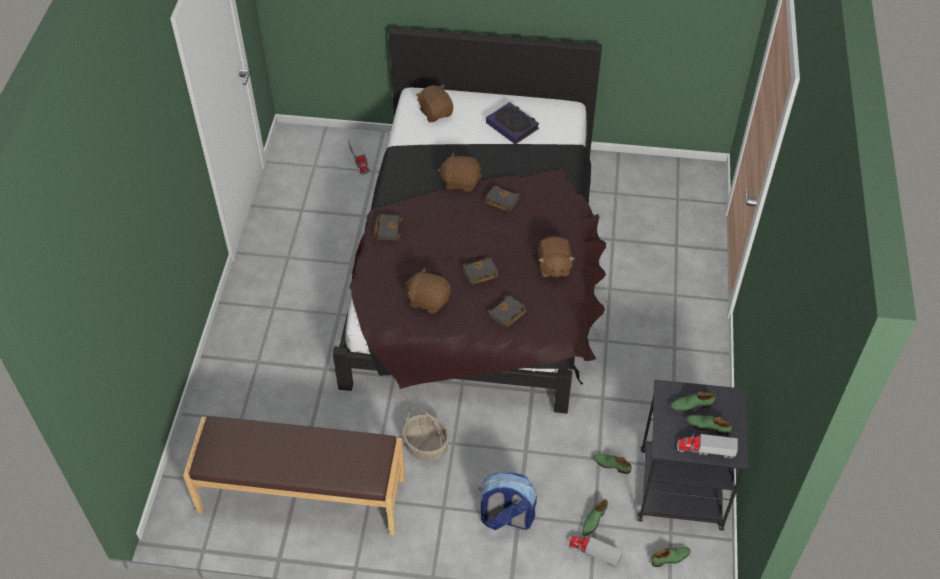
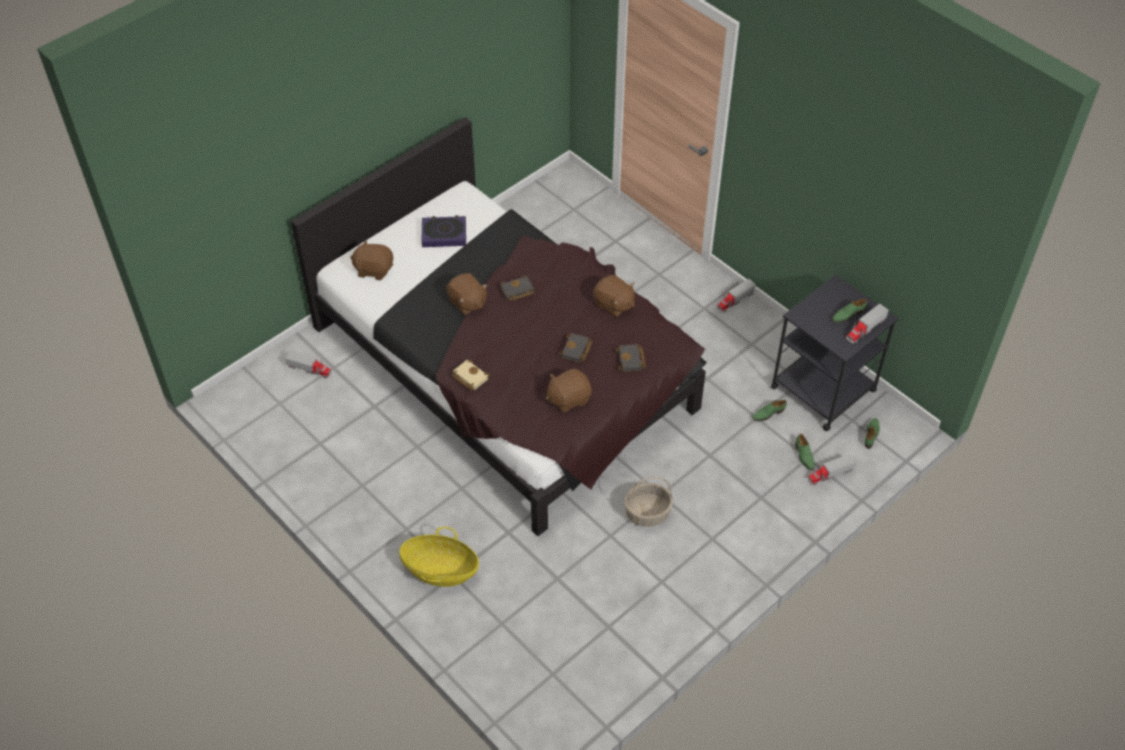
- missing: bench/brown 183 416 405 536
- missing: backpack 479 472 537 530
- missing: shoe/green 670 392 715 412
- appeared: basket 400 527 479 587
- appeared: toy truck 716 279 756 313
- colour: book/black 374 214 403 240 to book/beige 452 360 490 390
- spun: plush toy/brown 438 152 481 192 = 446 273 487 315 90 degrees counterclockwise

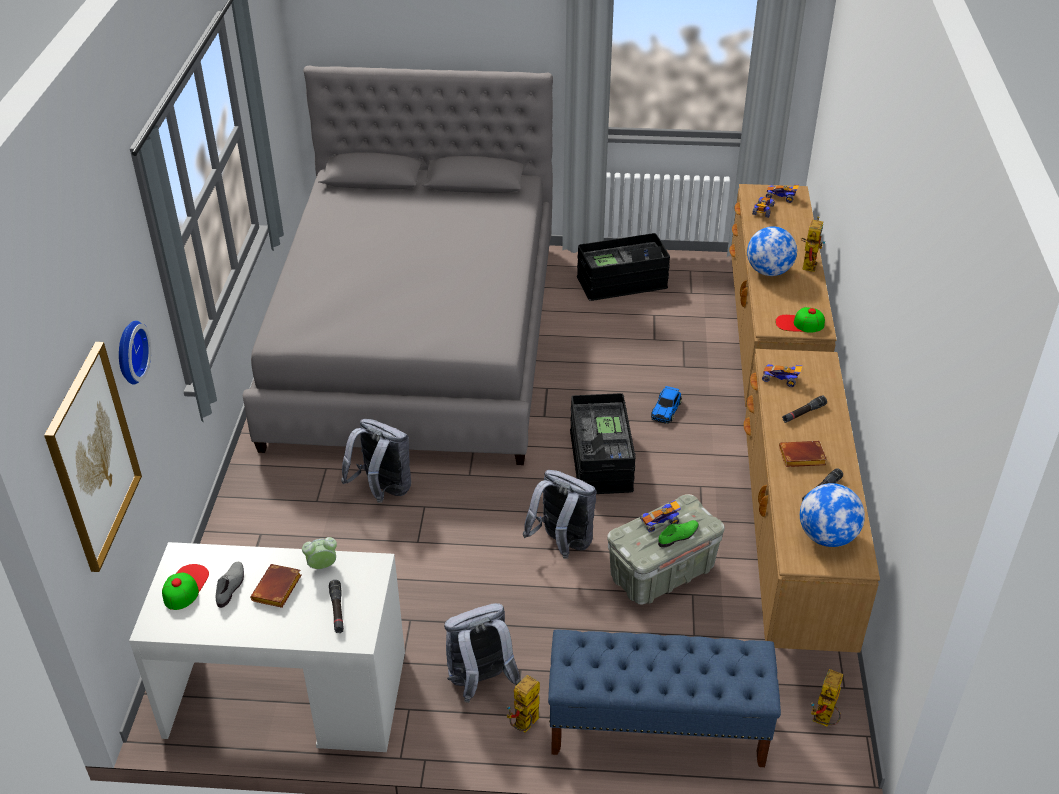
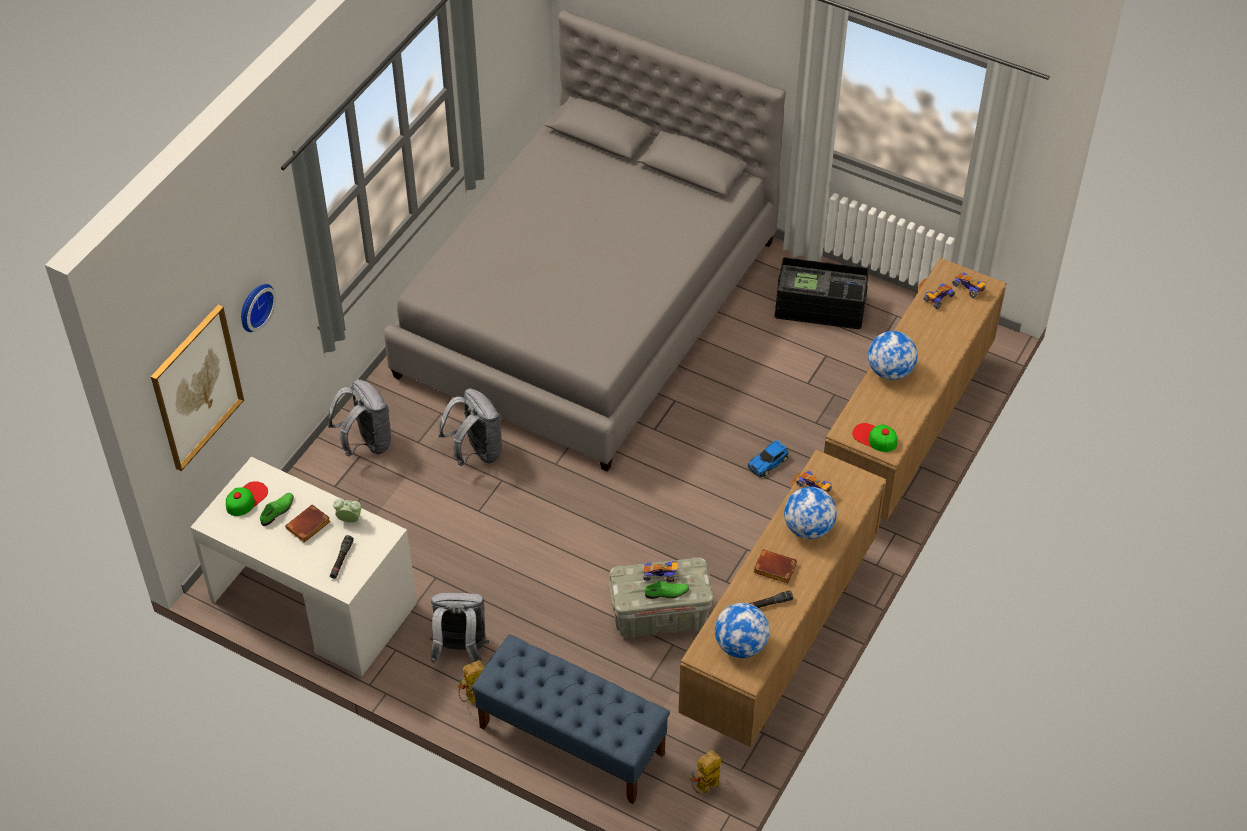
- missing: storage box/black 570 393 636 494
- missing: toy robot 801 216 825 272
- relocated: backpack/grey 523 470 597 559 to 328 379 392 457
- exchanged: flashlight/black 782 395 827 423 to globe 784 487 837 539
- colour: shoe/grey 216 562 244 608 to shoe/green 260 493 294 526

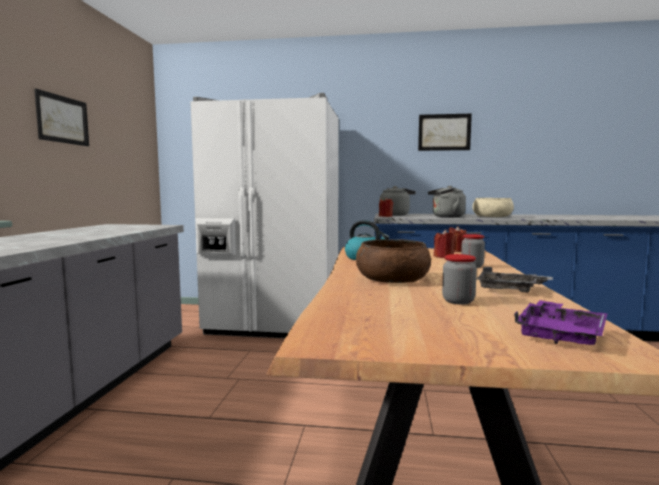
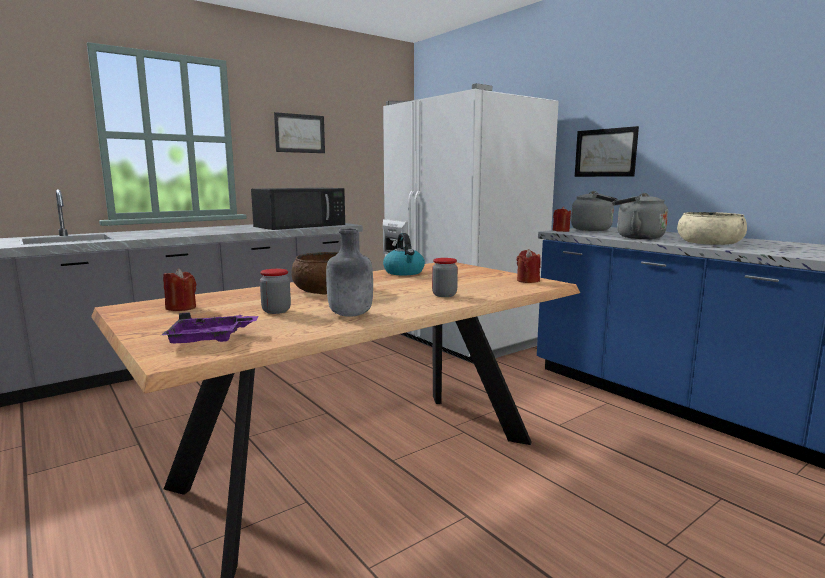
- appeared: microwave/black 251 188 345 230
- relocated: picture 418 114 472 151 to 575 126 639 177
- relocated: candle/red 434 230 455 258 to 163 268 196 311
- exchanged: tray/grey 476 267 553 293 to bottle/grey 326 228 373 317

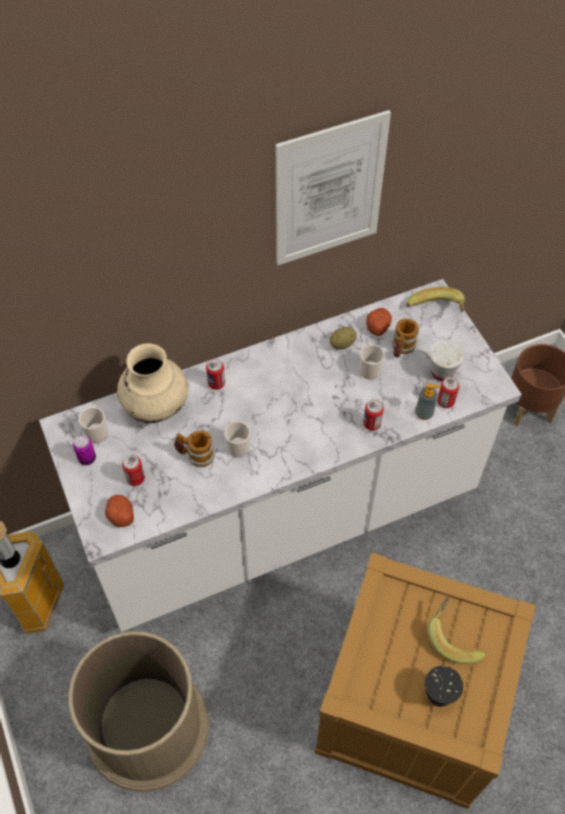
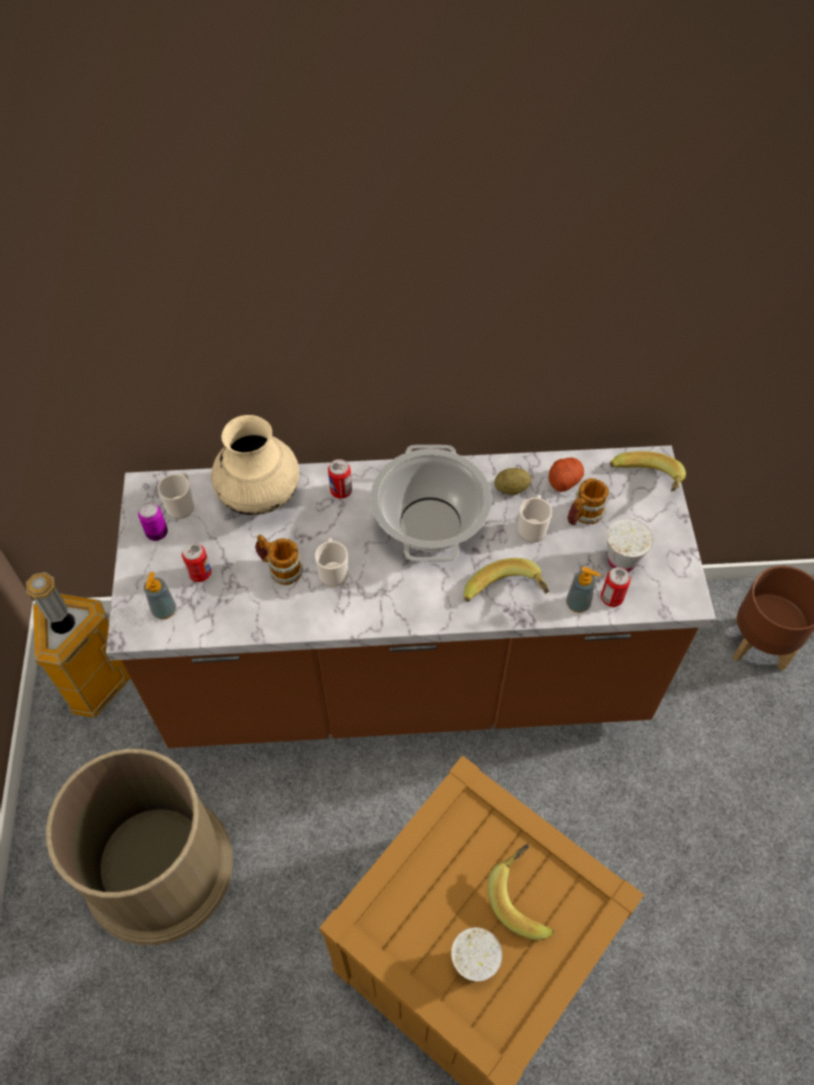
- missing: picture 276 110 391 265
- appeared: cooking pot 370 445 492 562
- exchanged: potato 105 495 134 527 to soap dispenser 144 572 176 619
- exchanged: can 363 400 384 431 to banana 464 558 549 602
- colour: counter/white 39 279 522 632 to counter/brown 106 445 716 748
- colour: cup/black 425 666 463 707 to cup/white 451 927 502 981

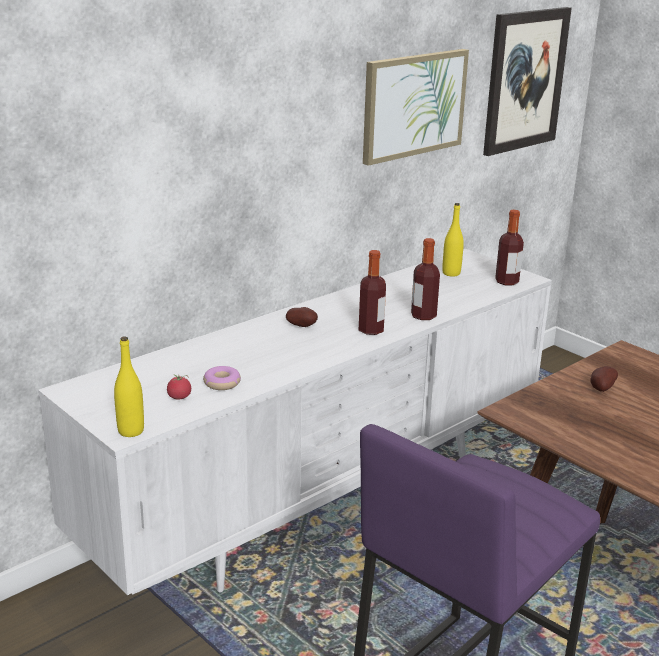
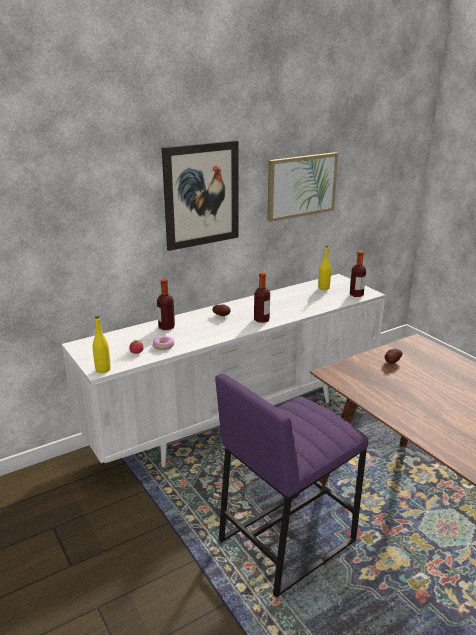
- relocated: bottle 411 238 440 320 to 157 279 175 330
- relocated: picture 483 7 572 156 to 162 140 239 251

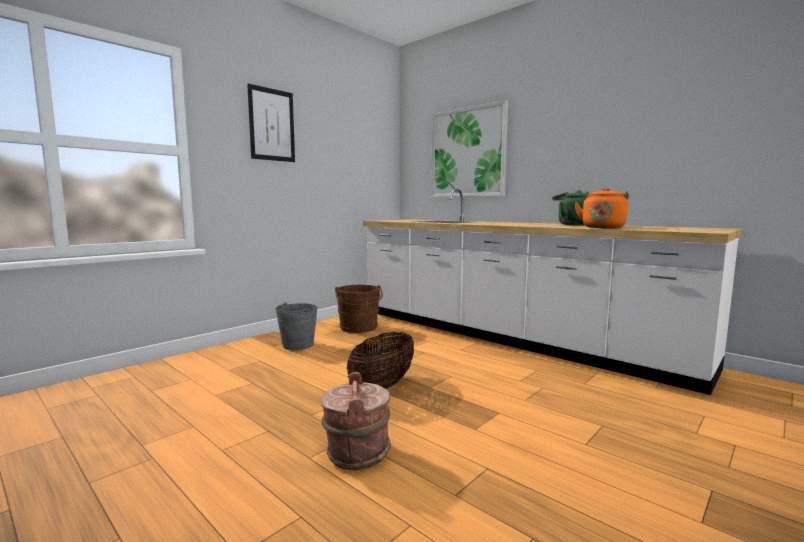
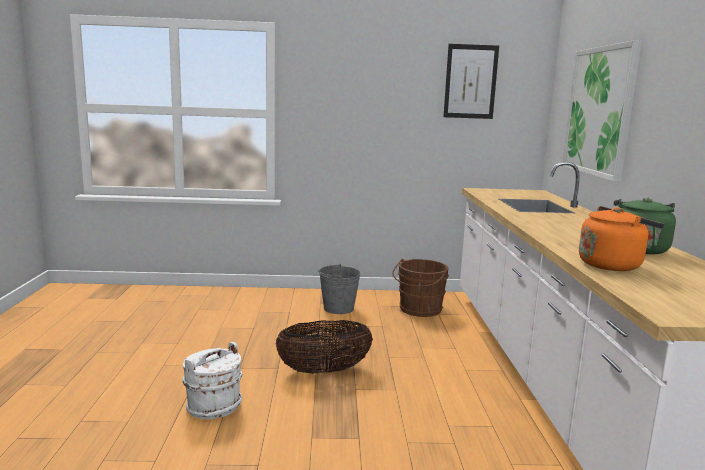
- relocated: picture 247 84 295 162 to 443 44 499 119
- colour: bucket/brown 322 372 391 470 to bucket/white 182 342 242 419

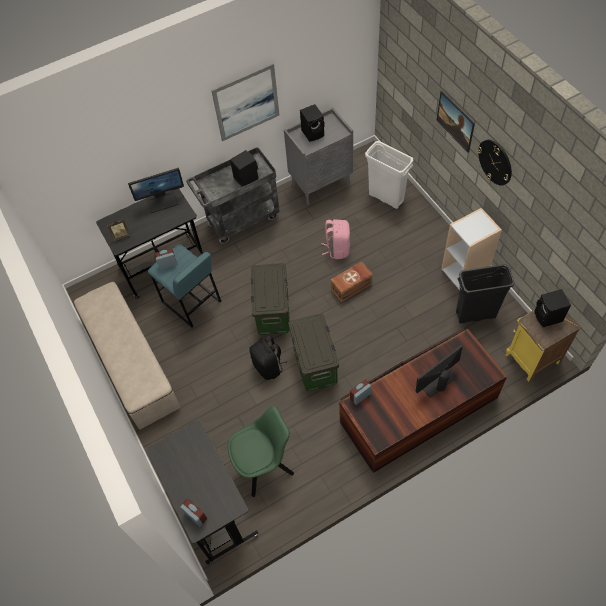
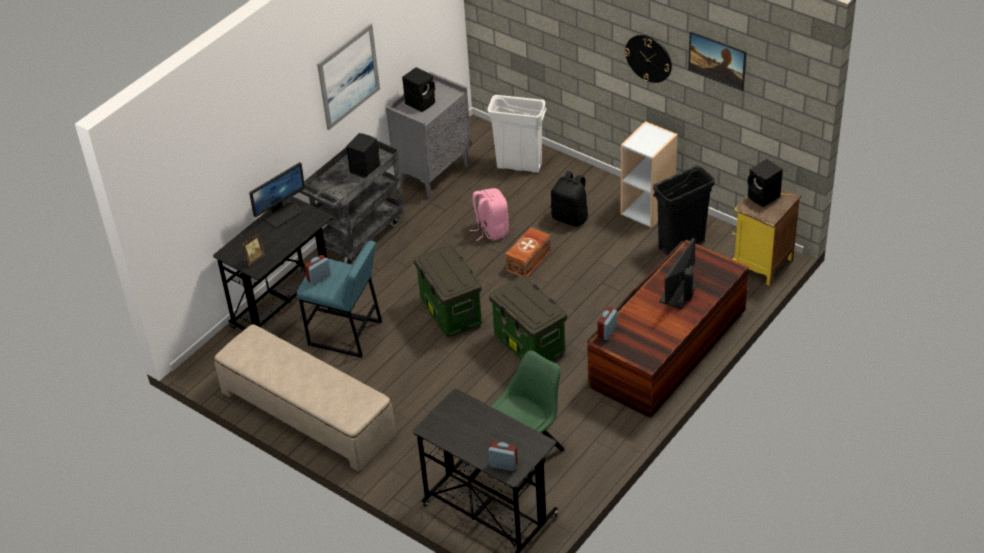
- relocated: backpack/black 249 335 287 380 to 551 171 588 227
- relocated: picture 436 91 475 152 to 688 31 746 91

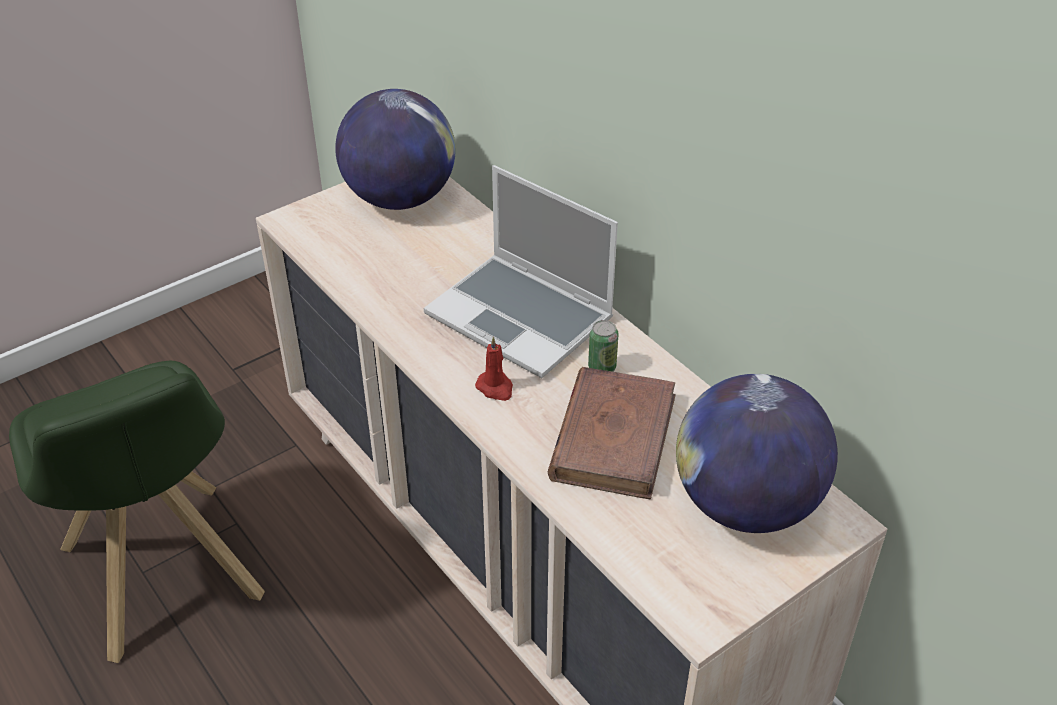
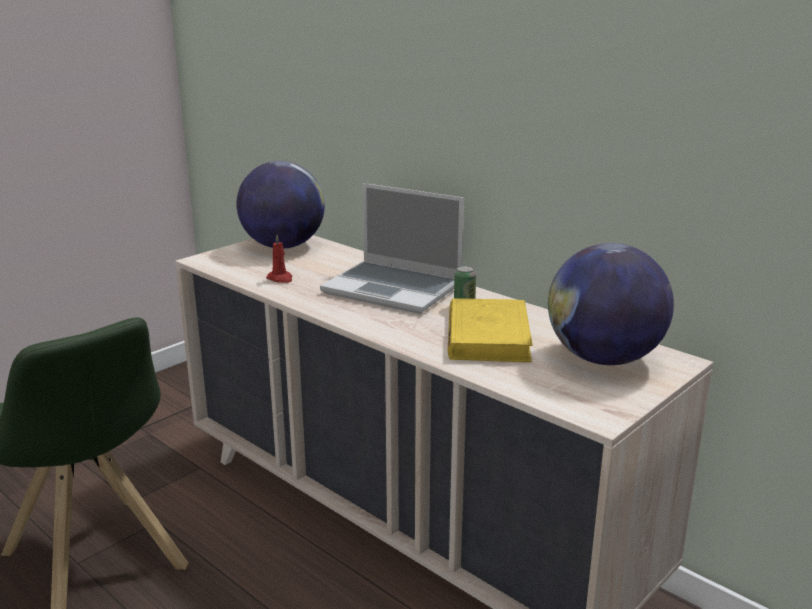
- relocated: candle/red 475 336 513 401 to 266 235 292 283
- colour: book/brown 548 367 676 500 to book/yellow 448 298 533 362

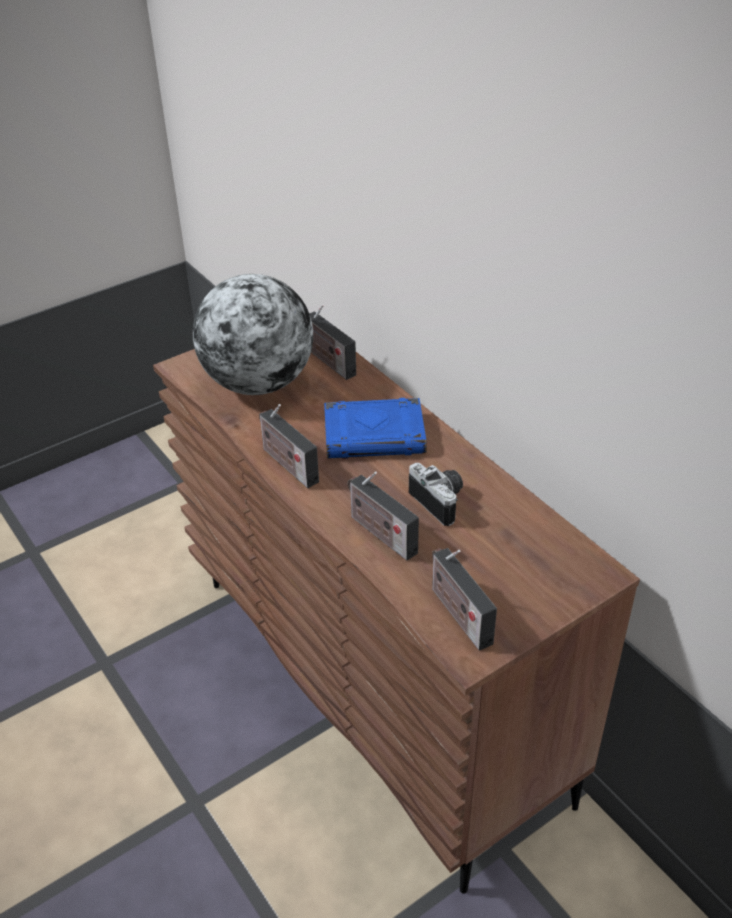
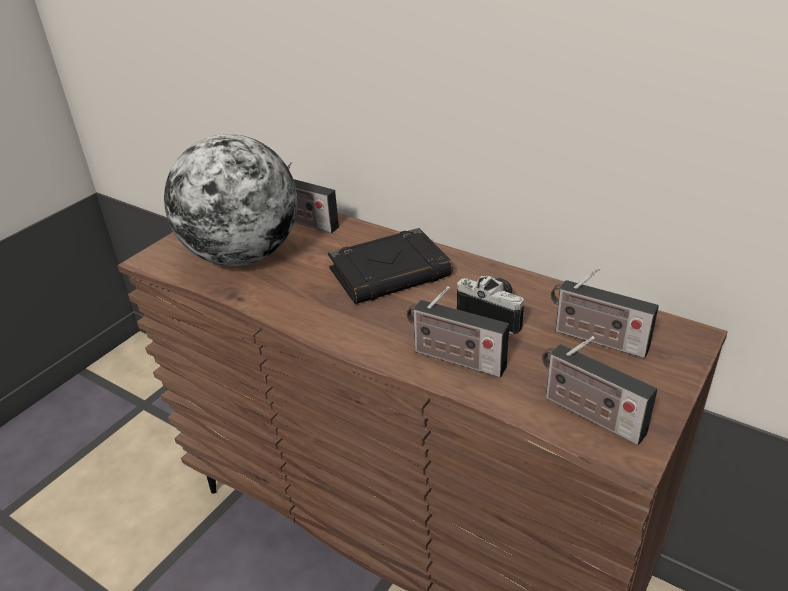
- relocated: radio 259 404 319 488 to 551 267 659 358
- colour: book/blue 324 398 427 459 to book/black 328 228 453 304

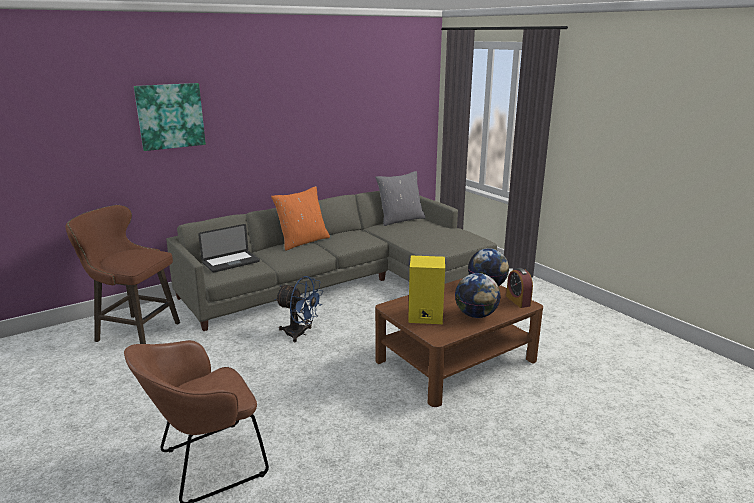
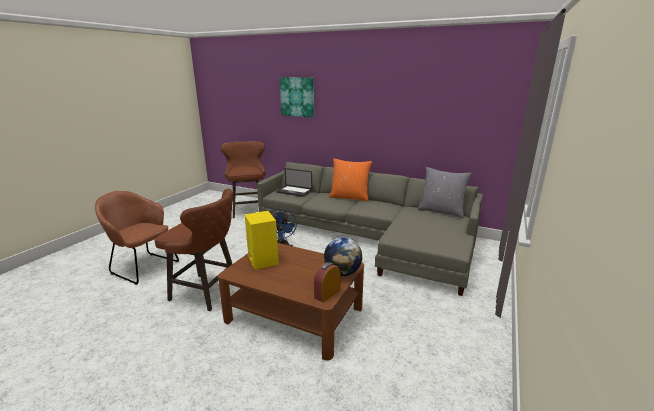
- missing: globe 455 273 501 318
- appeared: stool/brown 155 188 233 311

